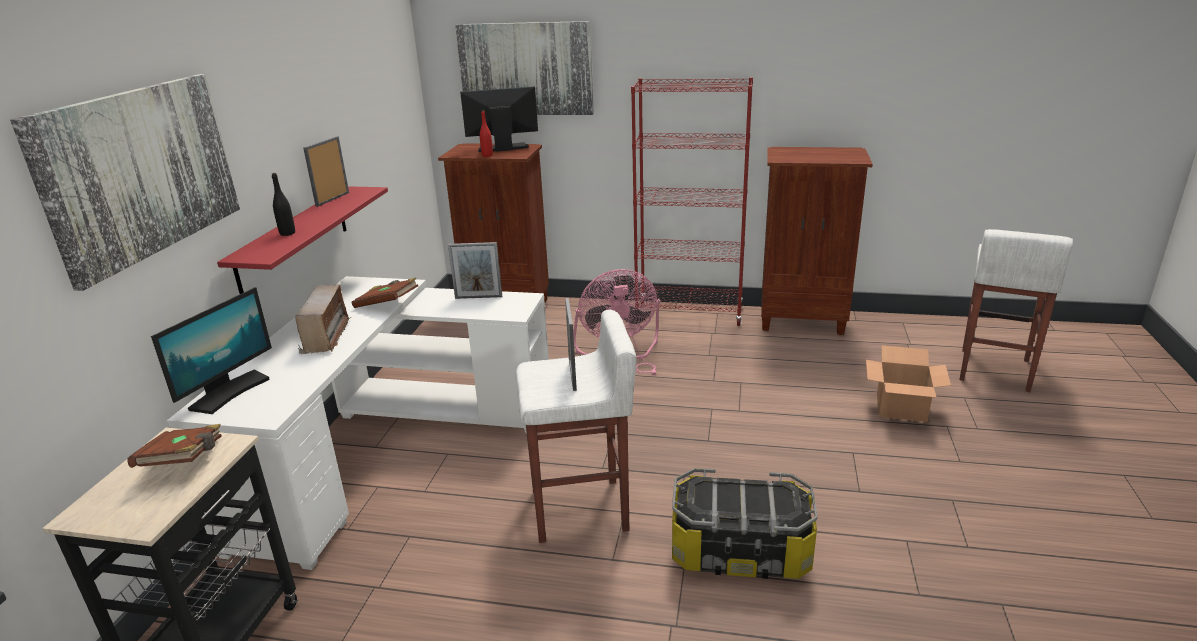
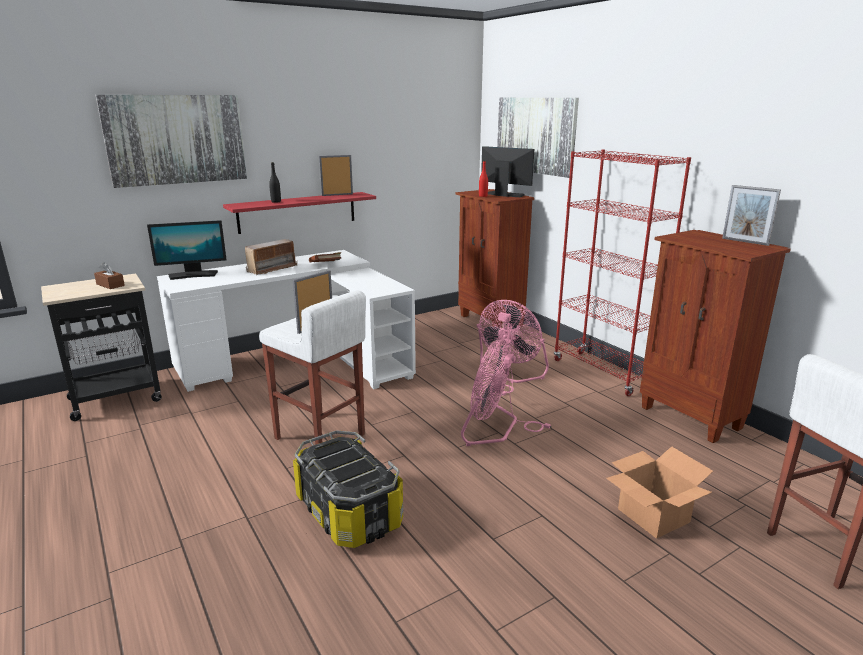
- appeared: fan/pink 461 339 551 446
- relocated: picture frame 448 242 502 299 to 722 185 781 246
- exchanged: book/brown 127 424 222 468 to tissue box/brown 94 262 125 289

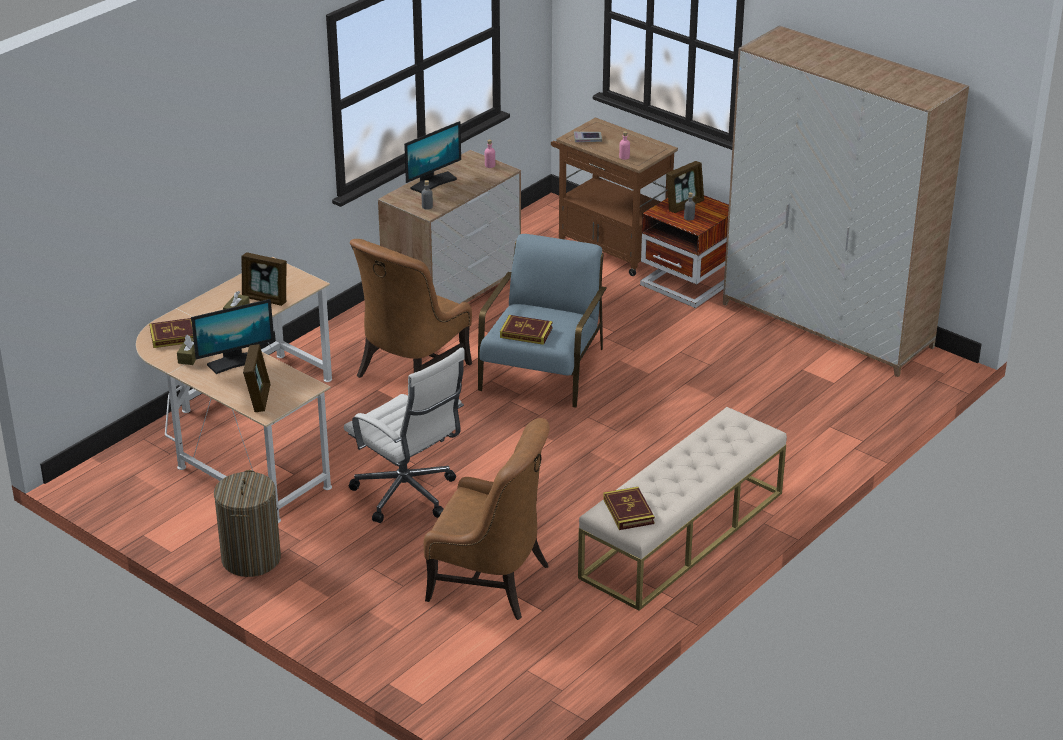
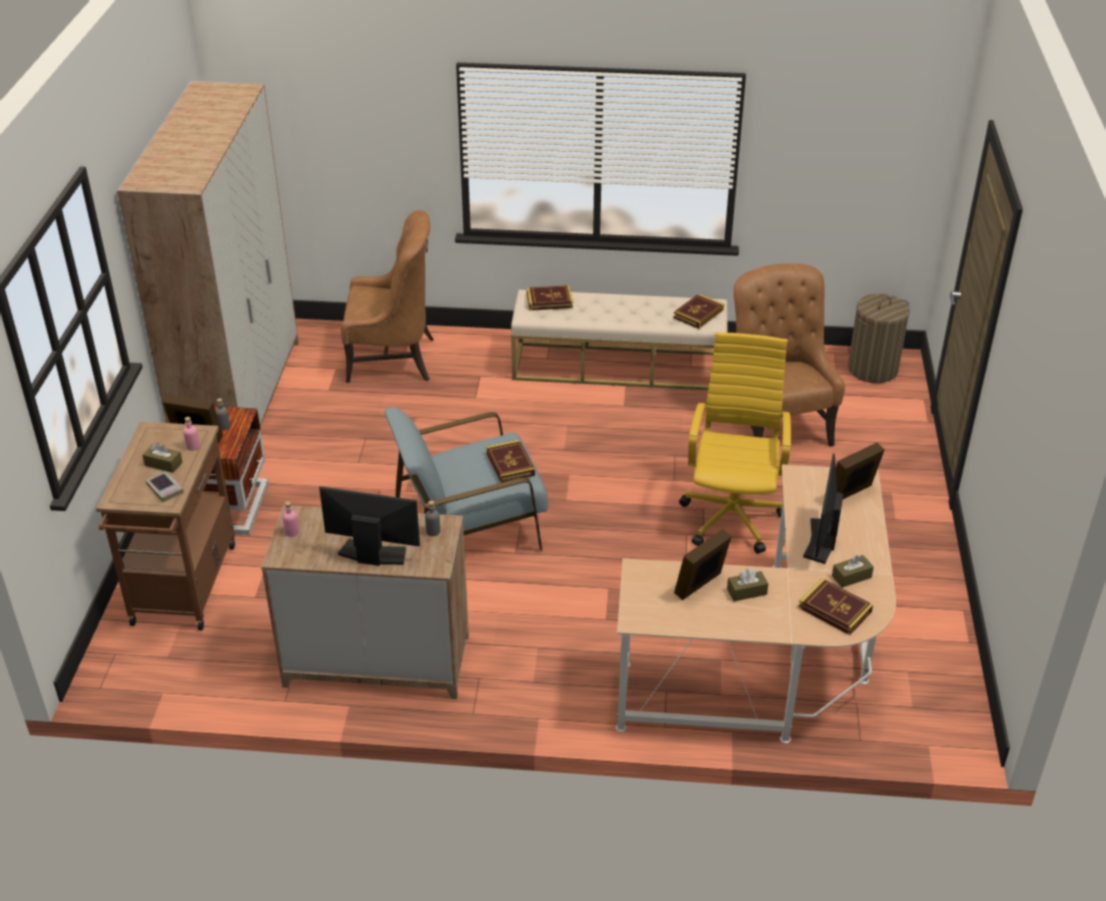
- appeared: tissue box/brown 142 443 183 473
- appeared: book 527 285 573 311
- relocated: laundry basket 214 470 281 577 to 848 294 910 383
- relocated: chair/brown 350 239 472 378 to 341 210 434 383
- colour: office chair/white 344 347 465 523 to office chair/yellow 679 332 791 554
- spun: monitor 191 299 274 374 = 803 453 843 564 105 degrees counterclockwise
- spun: picture frame 241 252 287 306 = 674 529 732 600 120 degrees counterclockwise

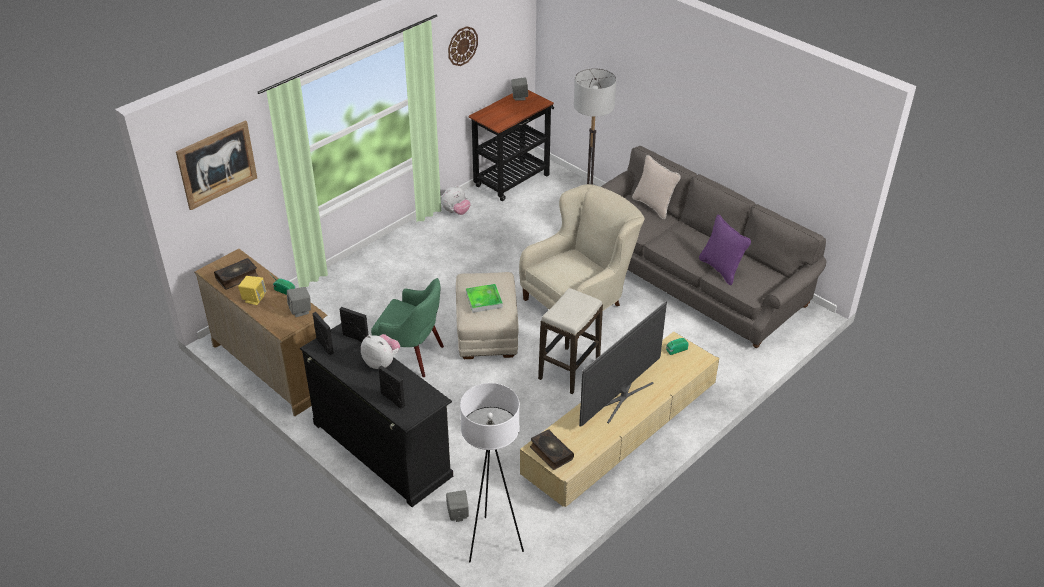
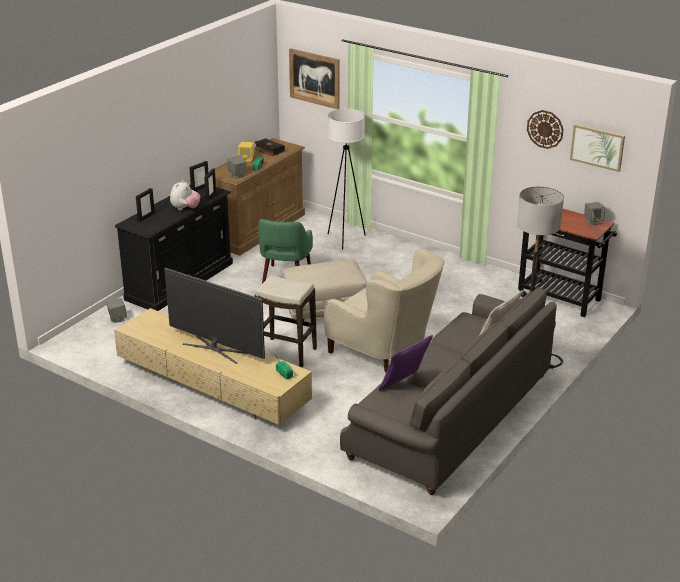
- missing: plush toy 441 185 471 215
- missing: tray 466 284 503 313
- missing: book 530 429 574 470
- appeared: picture 570 124 625 172
- relocated: floor lamp/white 460 383 524 563 to 328 109 366 250

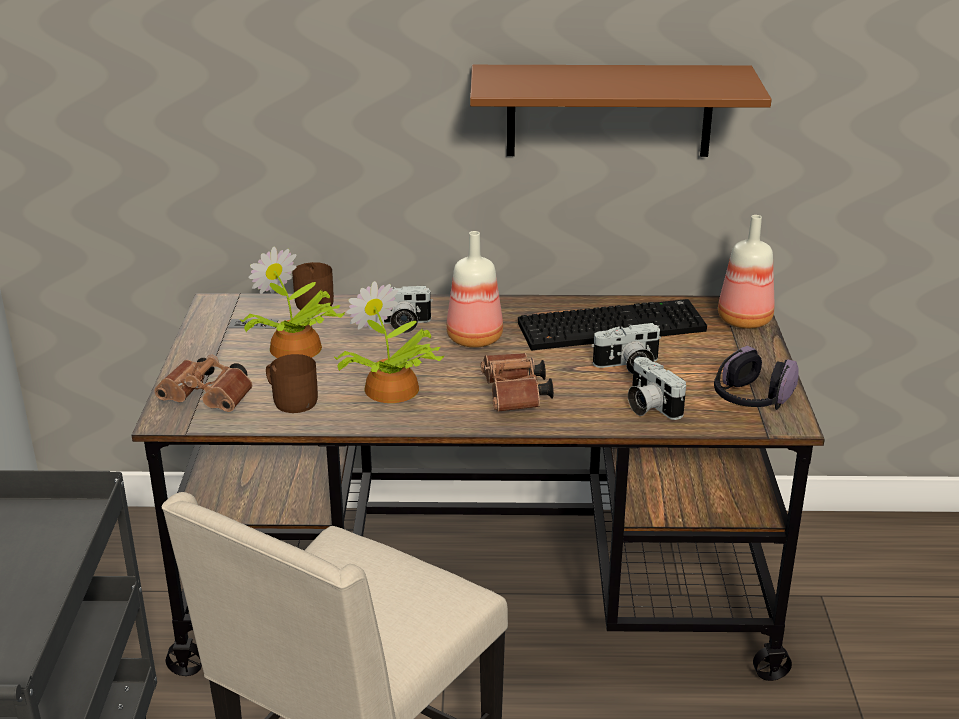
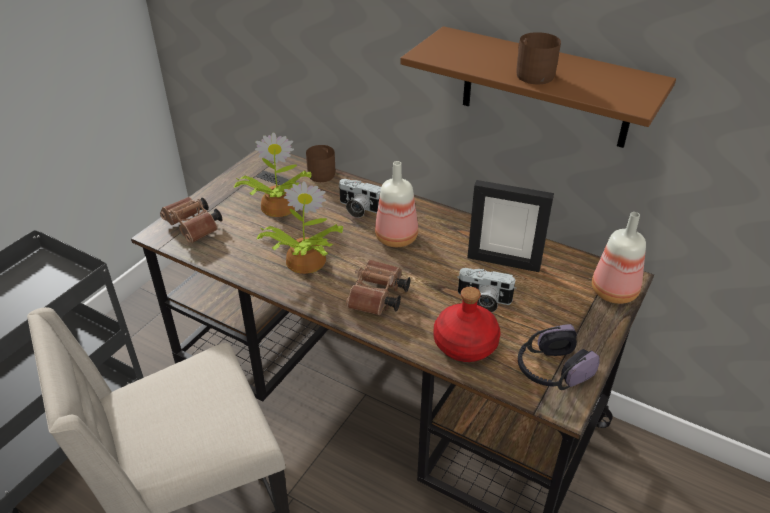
- relocated: mug/brown 266 354 318 413 to 516 32 561 84
- exchanged: keyboard 518 299 707 350 to picture frame 467 180 554 272
- exchanged: photo camera 628 357 686 420 to bottle/red 434 287 501 362

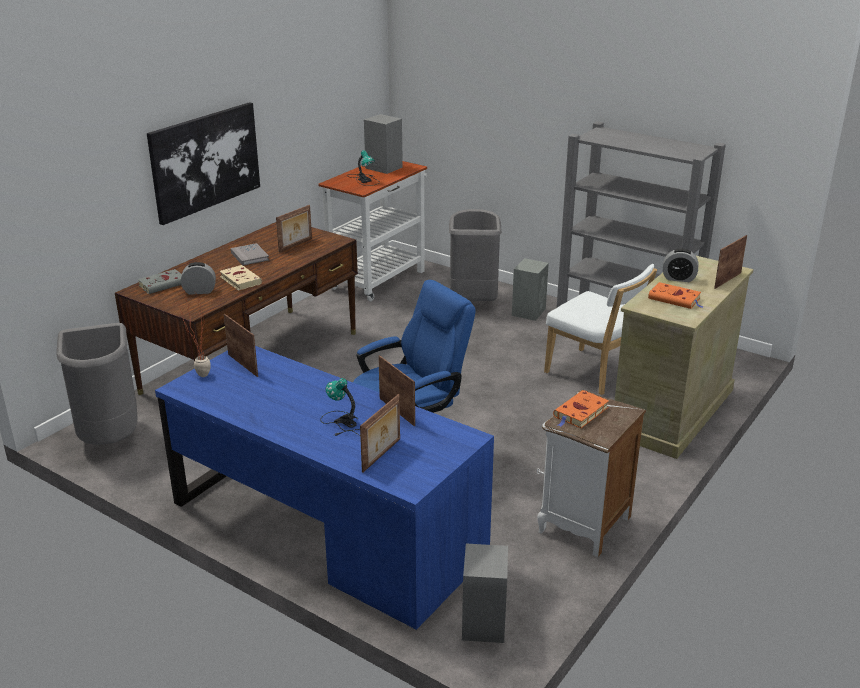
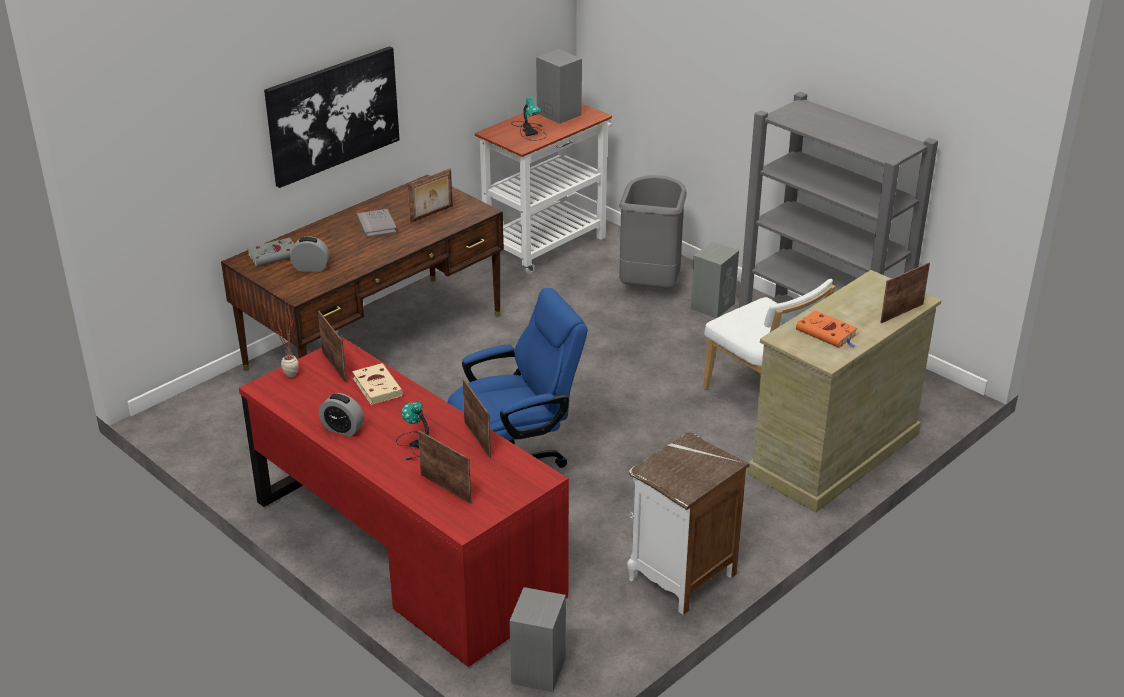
- missing: trash can/grey 56 323 138 445
- missing: book/orange 553 390 609 428
- relocated: book/beige 220 265 262 291 to 352 363 403 405
- relocated: alarm clock 663 248 698 282 to 319 393 364 437
- colour: desk/blue 155 346 494 630 to desk/red 239 337 569 667
- spun: picture frame 360 394 400 473 = 418 430 471 504 90 degrees counterclockwise

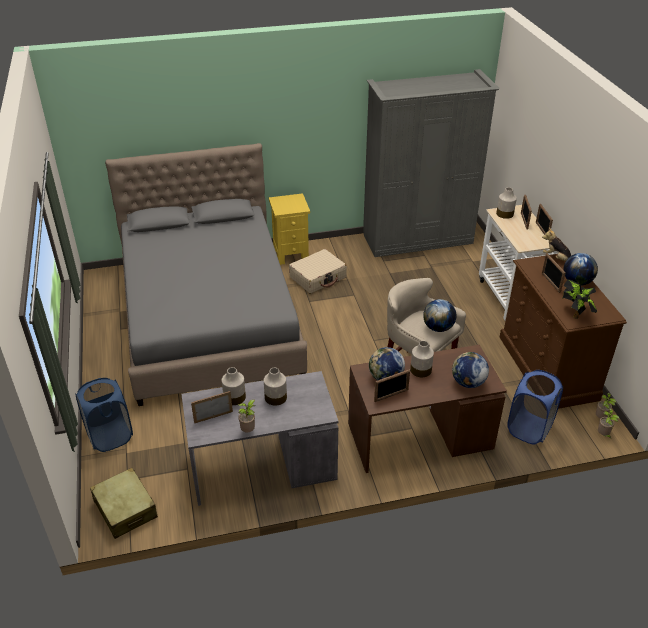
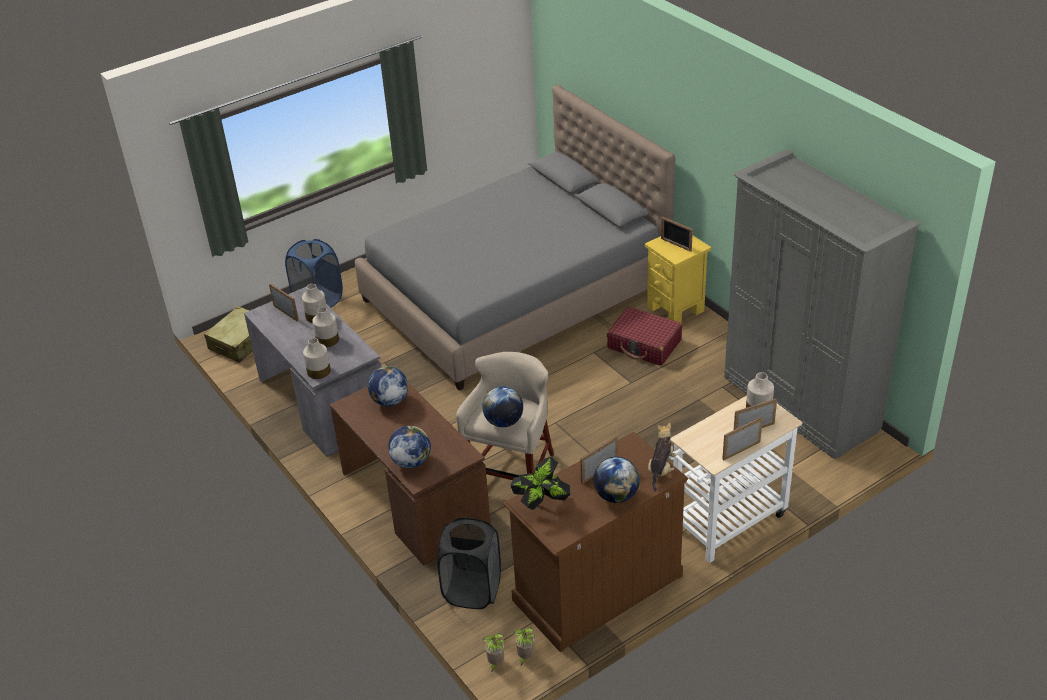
- missing: potted plant 238 399 256 432
- relocated: picture frame 374 369 410 402 to 661 216 693 252
- relocated: vase/beige 410 341 434 377 to 303 338 331 379
- colour: suitcase/beige 289 249 347 293 to suitcase/red 607 307 682 366
- colour: laundry basket/blue 507 370 563 445 to laundry basket/black 437 517 501 609

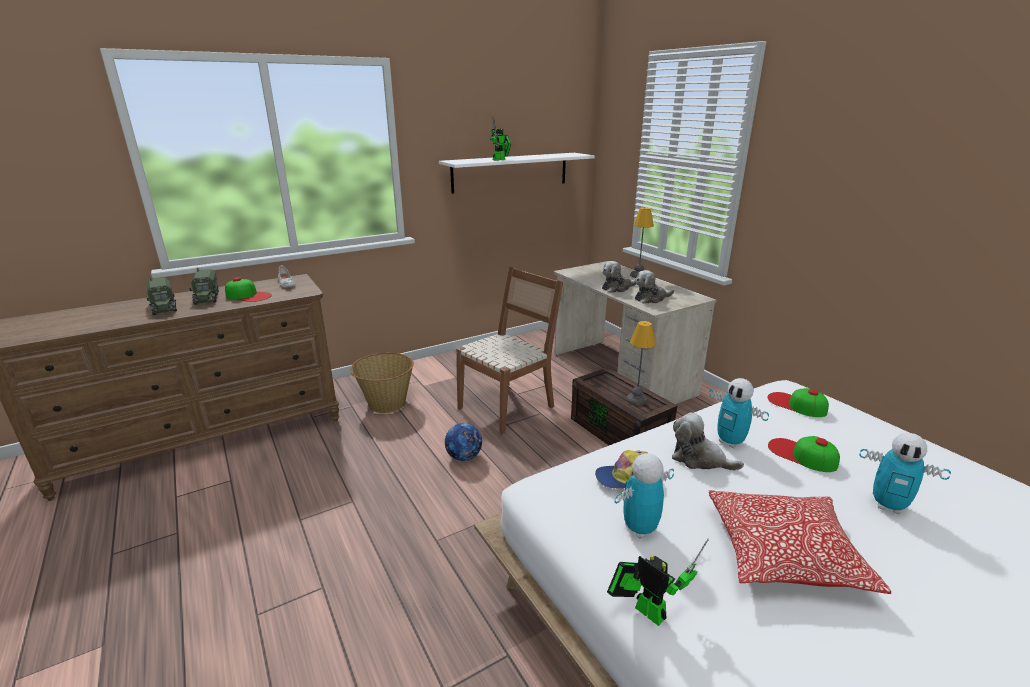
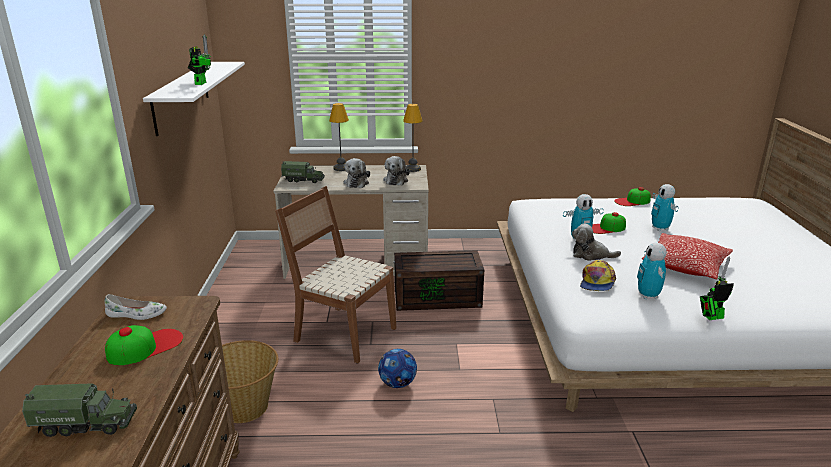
- relocated: toy truck 189 267 219 305 to 281 161 325 183
- relocated: table lamp 626 321 656 406 to 403 104 423 172
- relocated: cap 767 388 829 417 to 614 187 651 206
- spun: chair 456 266 563 434 = 275 186 396 364 45 degrees counterclockwise
- spun: plush toy 672 412 744 470 = 572 223 621 261 45 degrees clockwise
- spun: toy robot 859 433 951 514 = 651 184 679 231 105 degrees clockwise

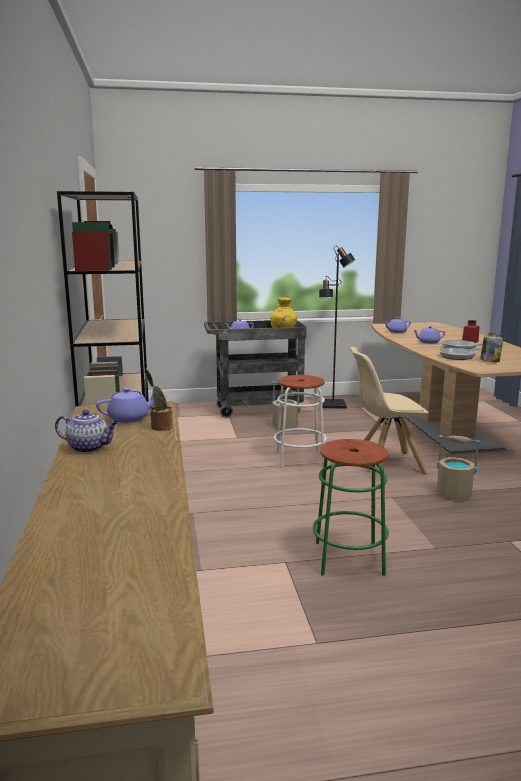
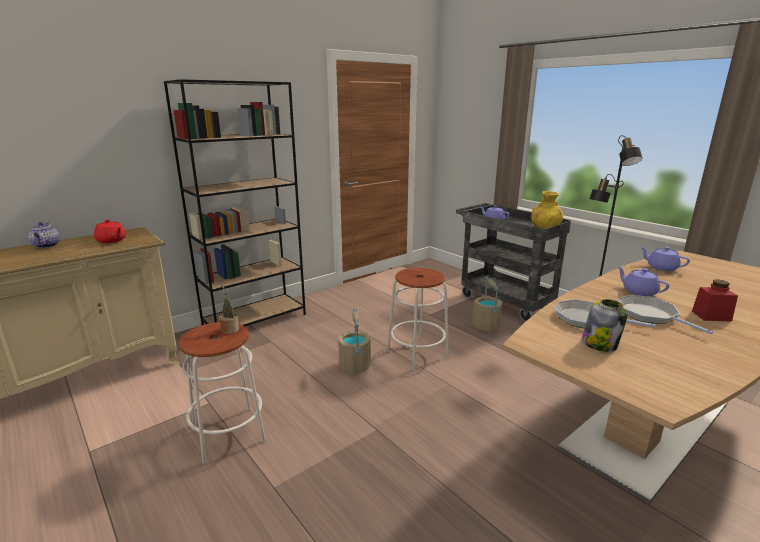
- missing: chair/beige 351 347 429 478
- relocated: potted plant 145 369 173 431 to 219 283 239 334
- relocated: bucket/beige 437 435 480 500 to 338 308 371 374
- colour: teapot/purple 96 388 154 423 to teapot/red 94 219 126 243
- colour: stool/green 313 439 389 576 to stool/white 179 322 266 464

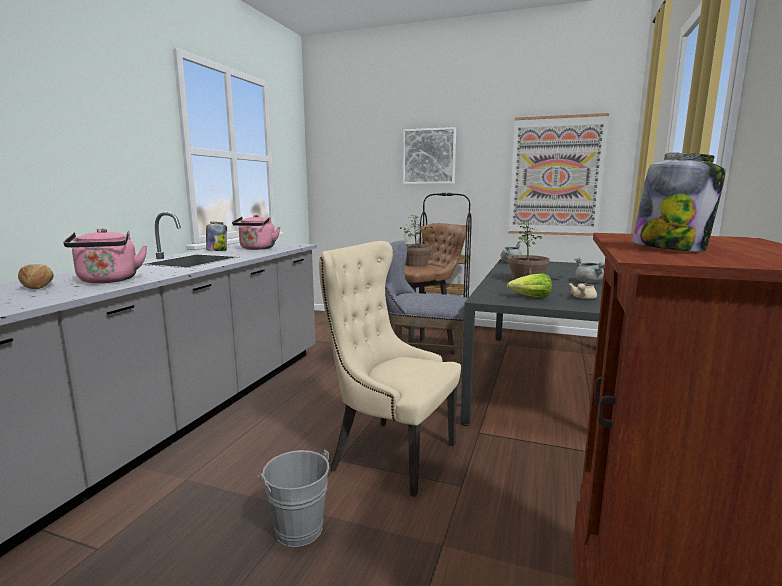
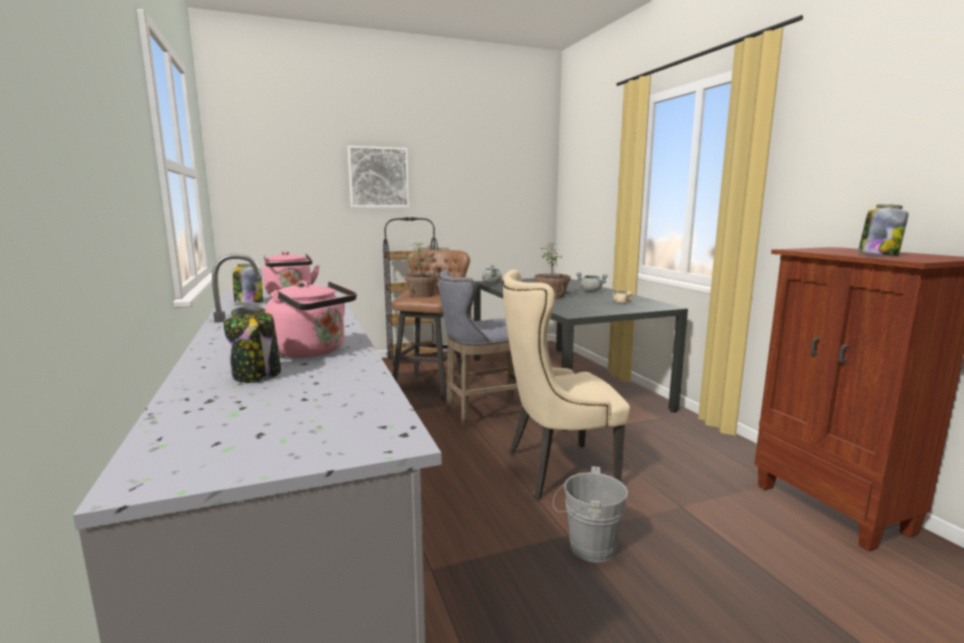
- missing: lettuce 507 273 552 298
- missing: picture 508 113 609 236
- exchanged: bread 18 264 54 289 to jar 224 306 281 383

